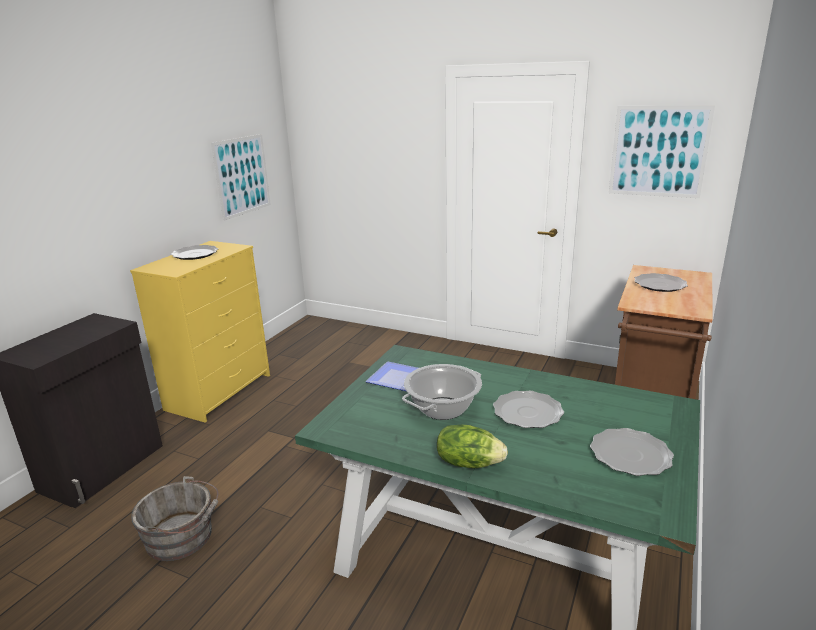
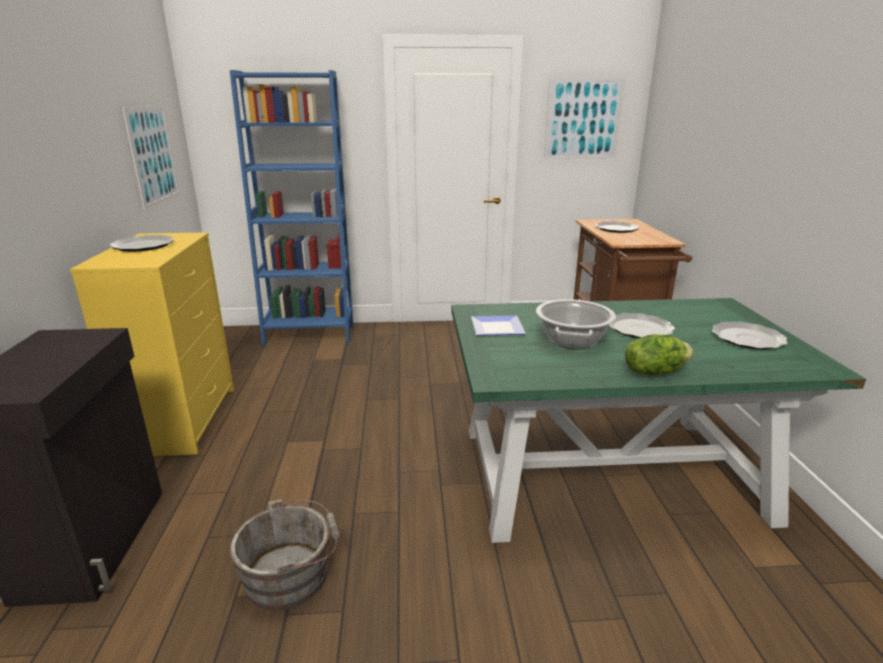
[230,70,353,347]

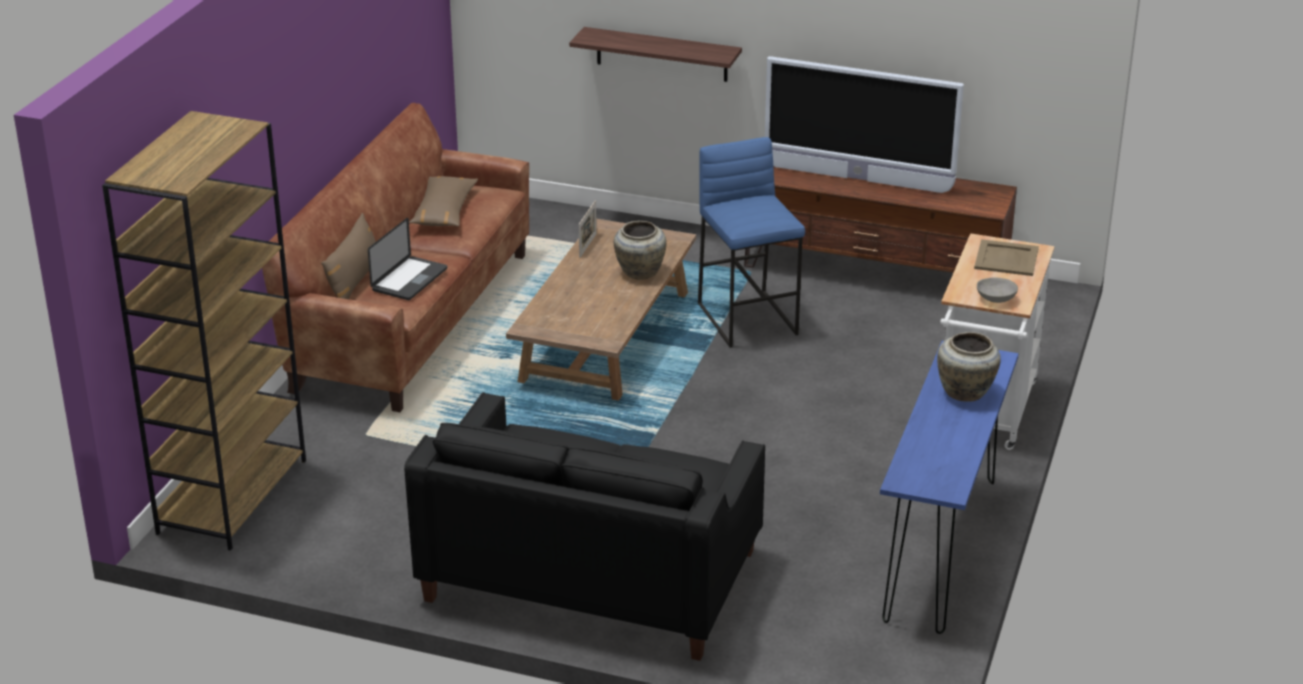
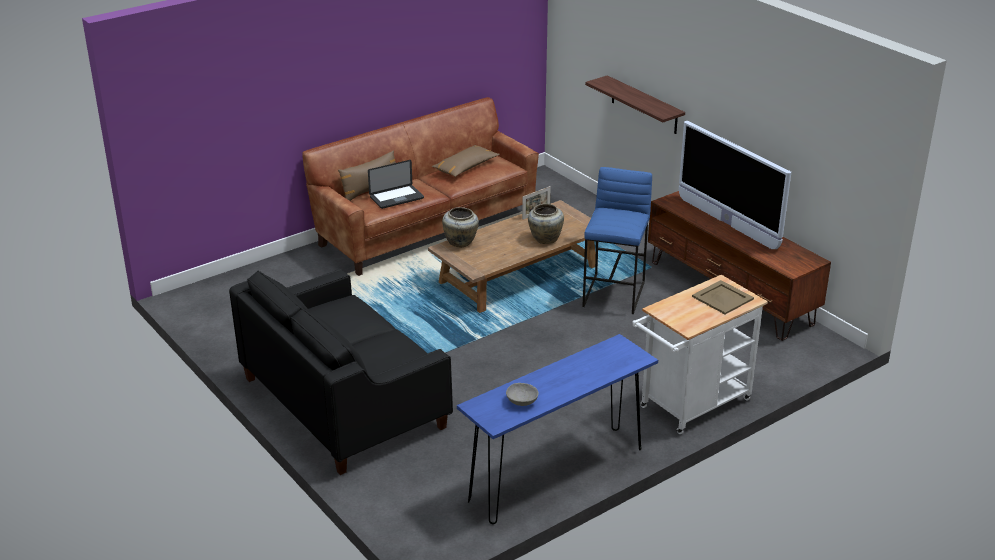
[102,111,306,551] (first image)
[442,207,479,247]
[506,383,539,406]

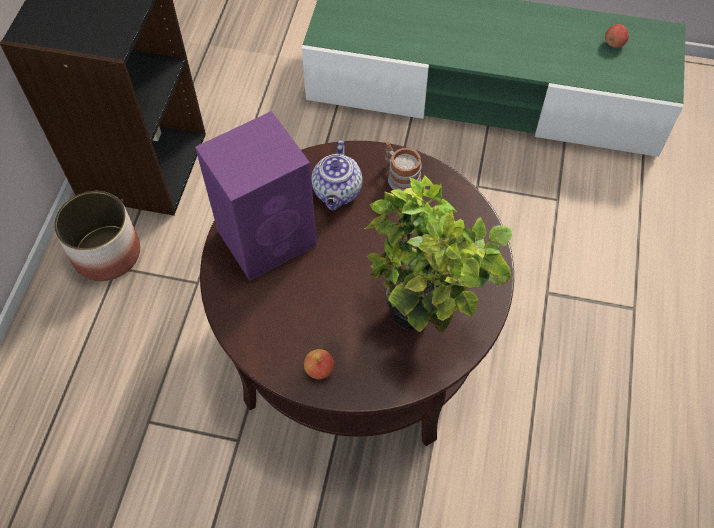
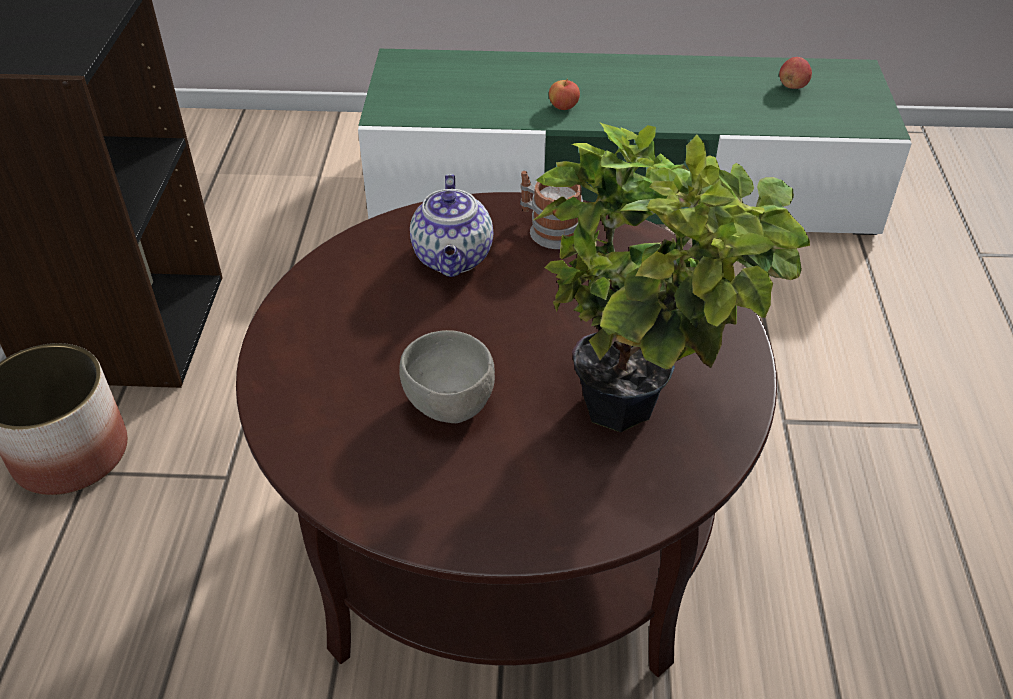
[195,111,317,281] (first image)
[549,79,580,110]
[399,330,495,423]

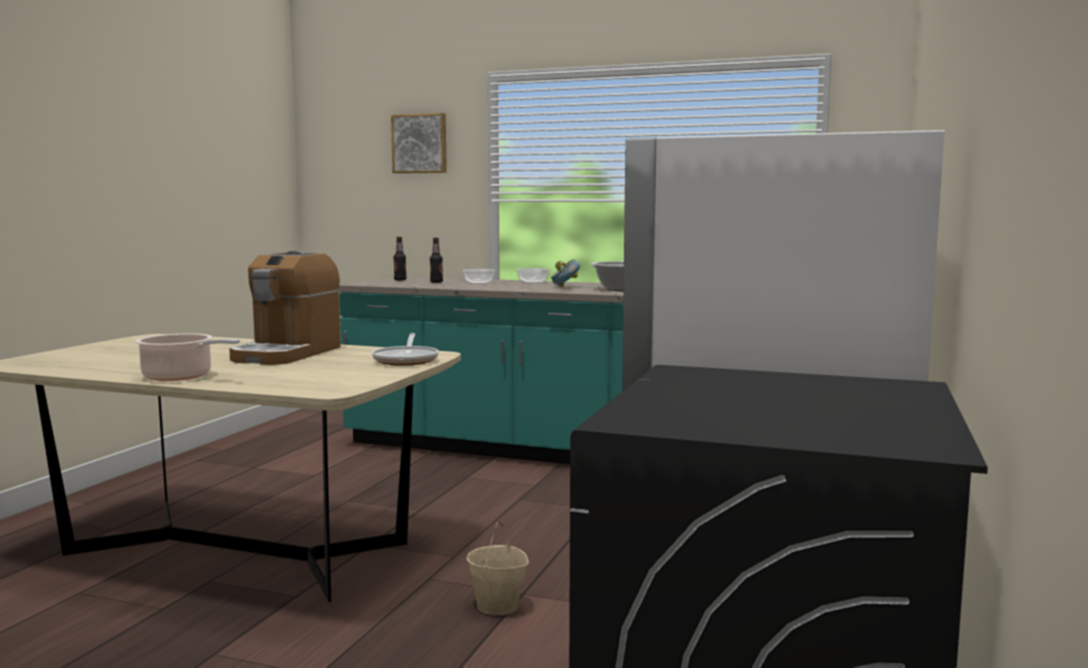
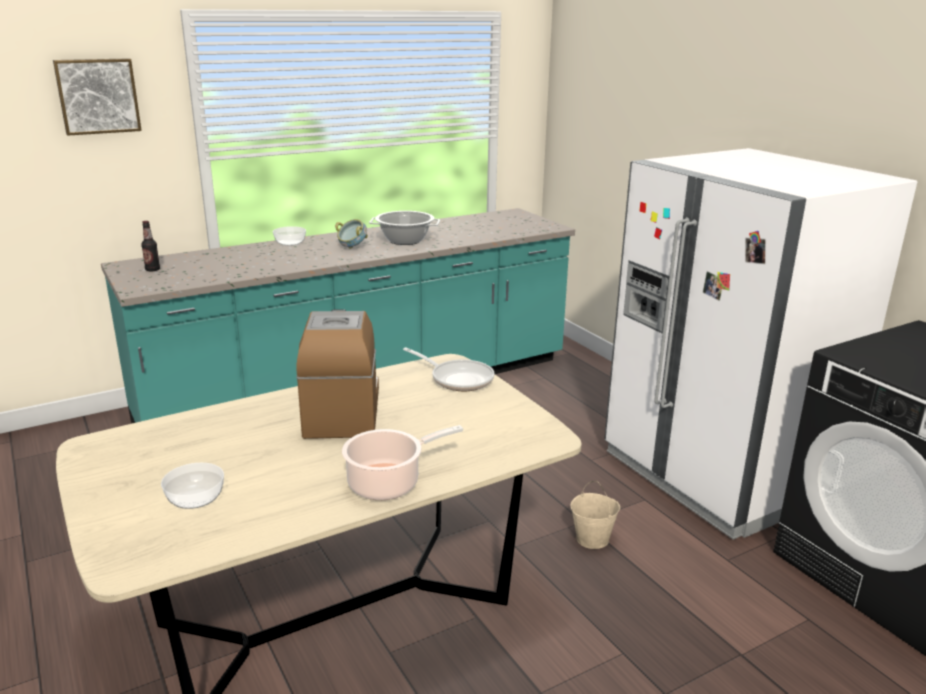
[296,309,379,439]
[430,238,443,283] (first image)
[161,463,224,509]

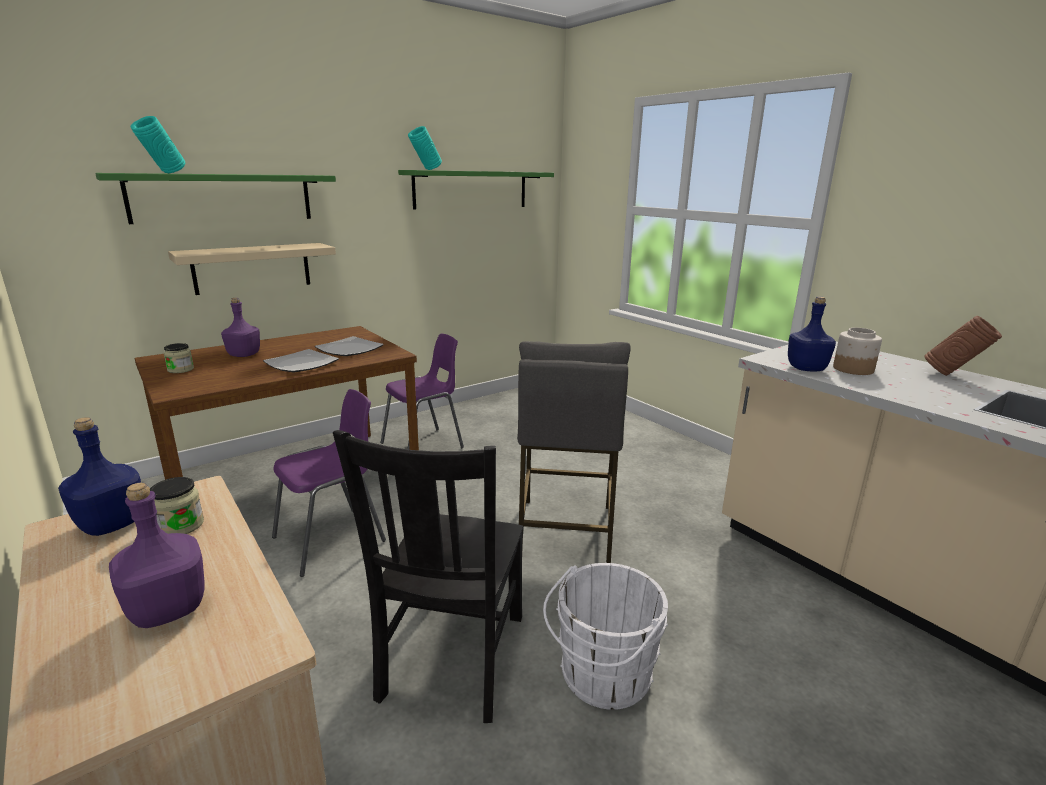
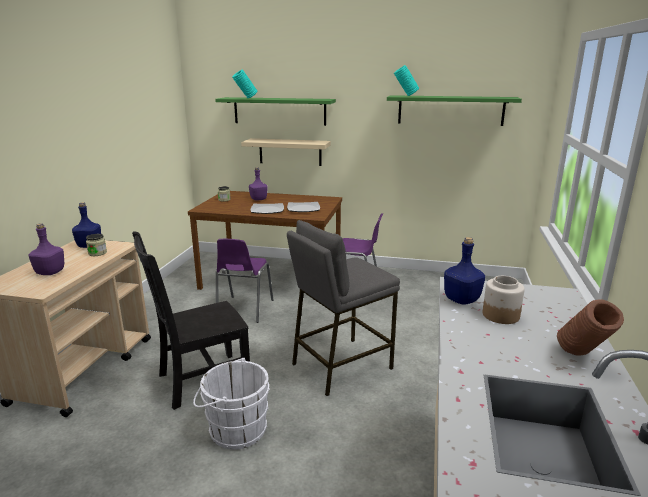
[216,239,273,323]

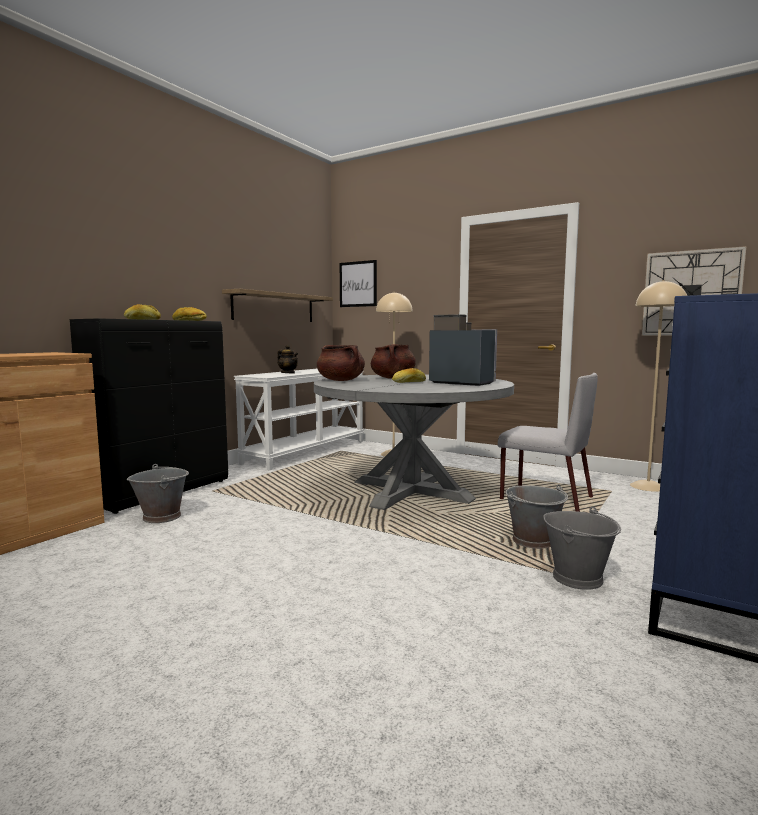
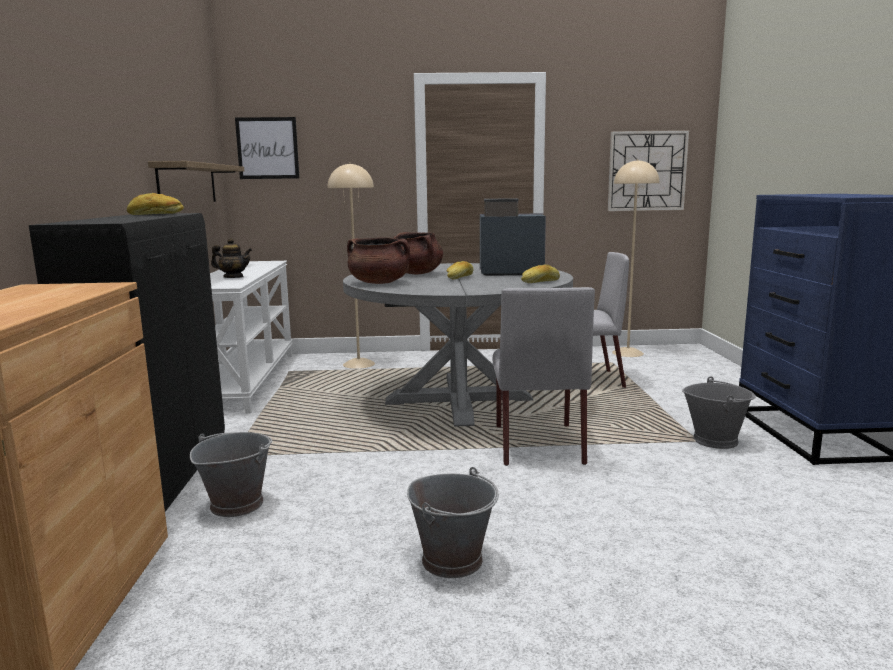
[521,264,560,283]
[407,467,499,578]
[492,287,595,466]

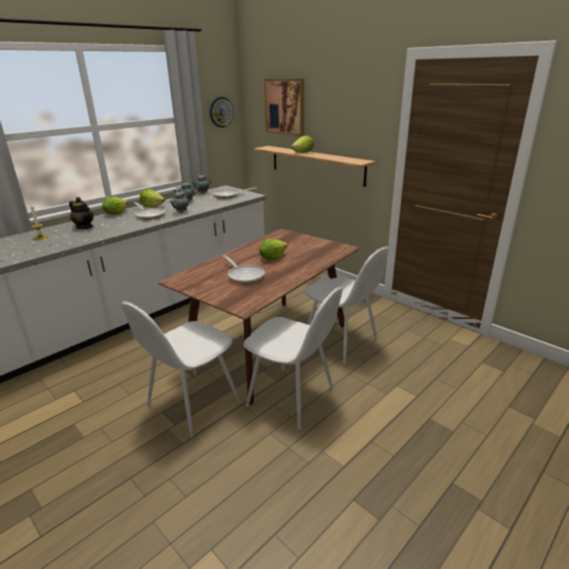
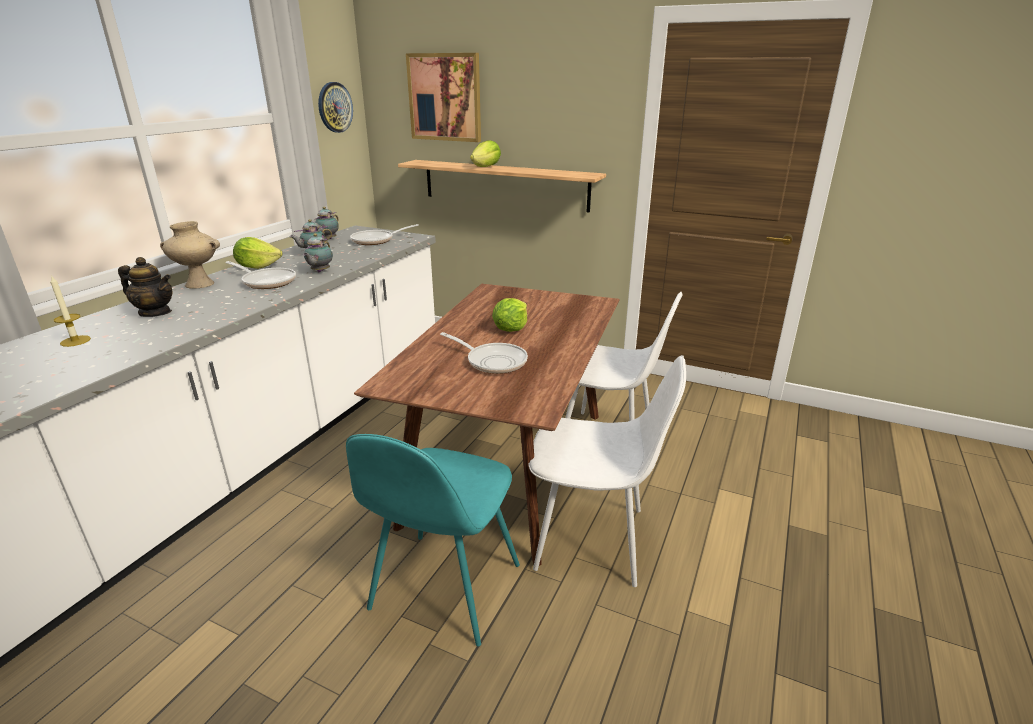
[160,221,220,289]
[346,434,520,647]

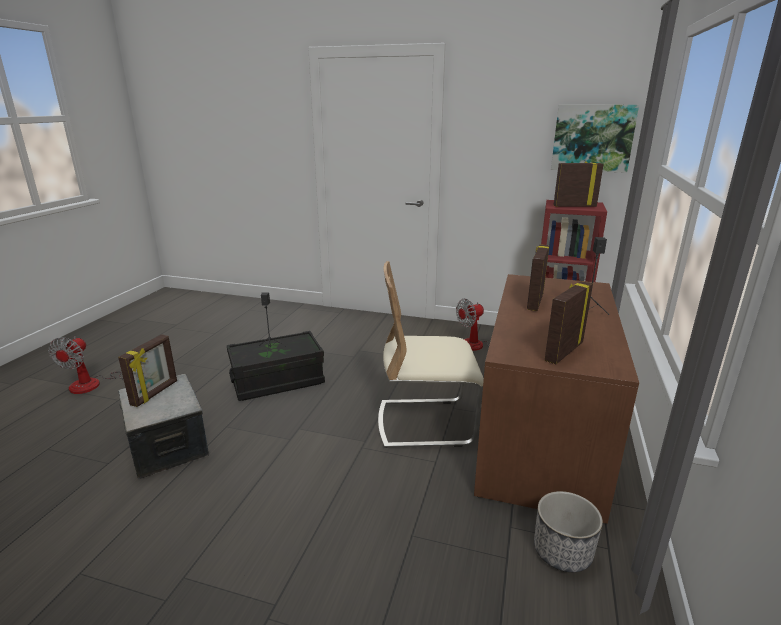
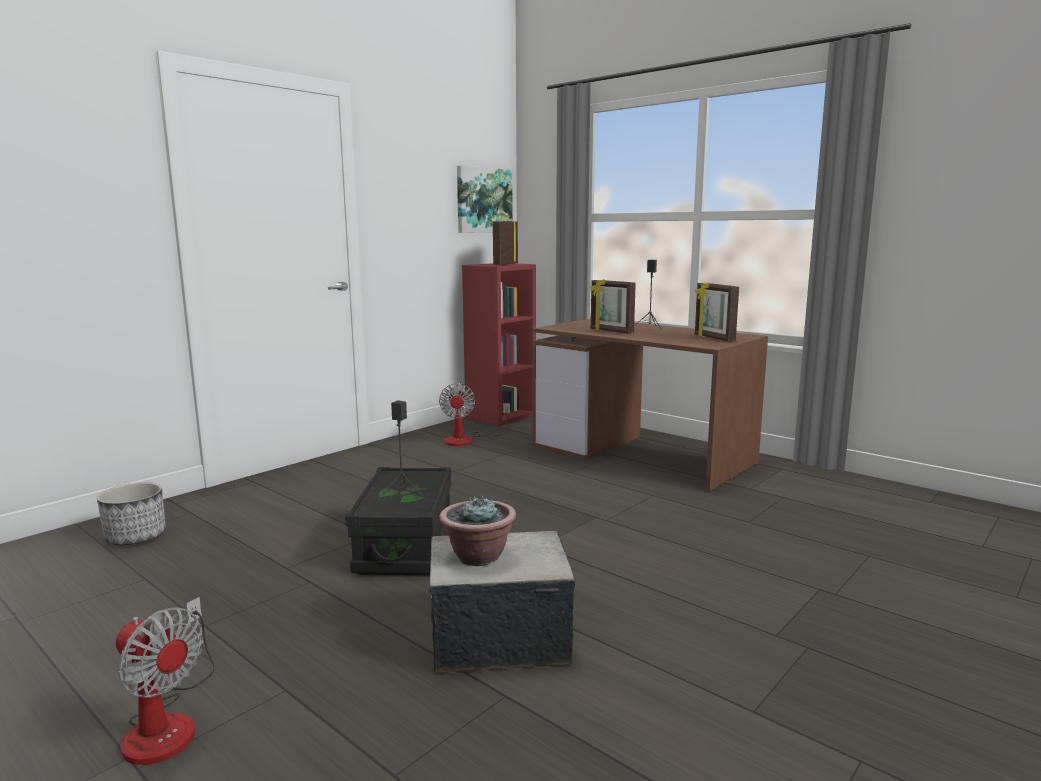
[439,495,516,566]
[378,261,484,448] (first image)
[97,482,166,545]

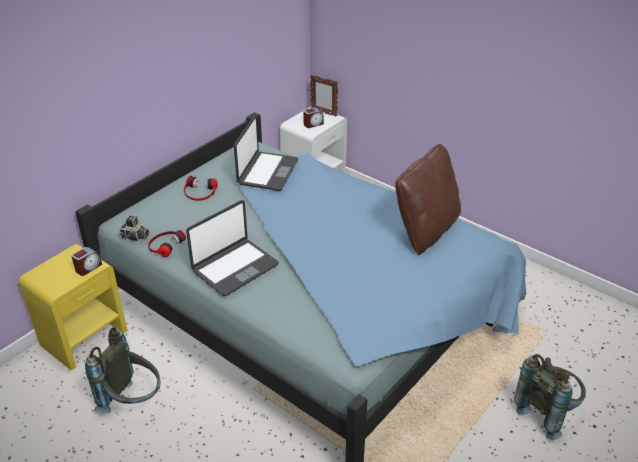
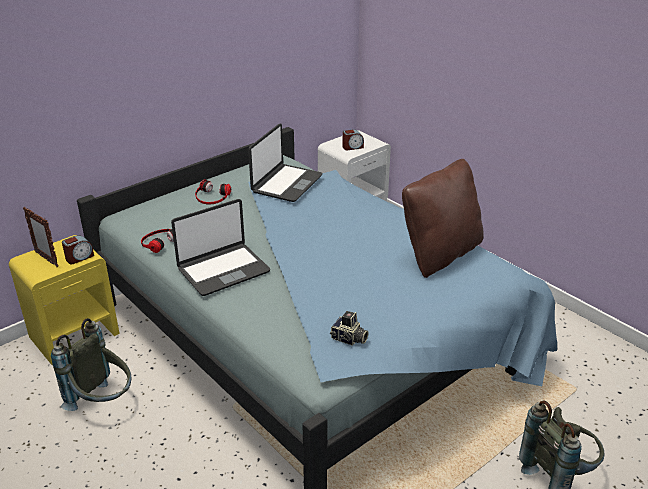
[330,311,368,346]
[23,207,59,267]

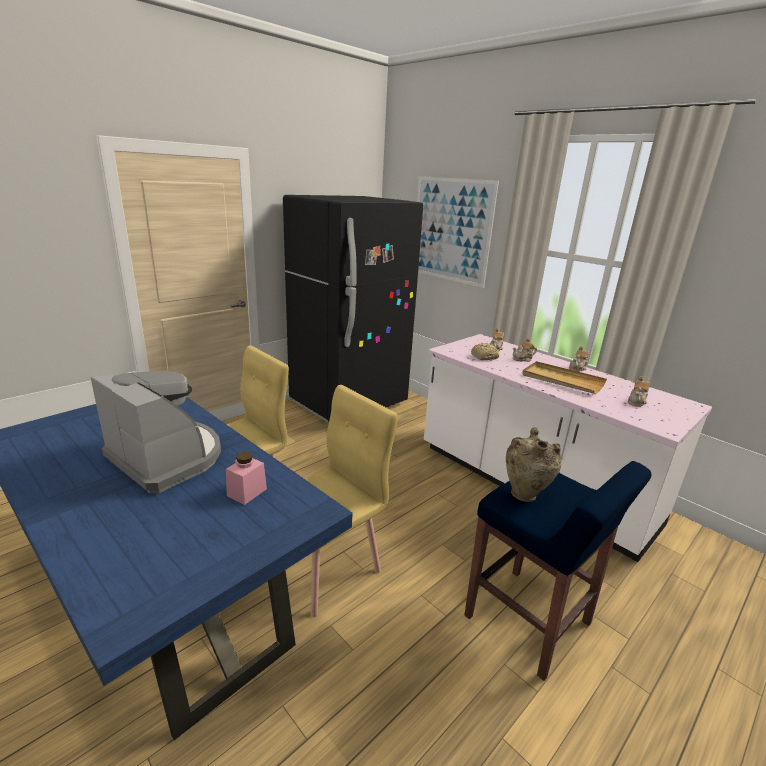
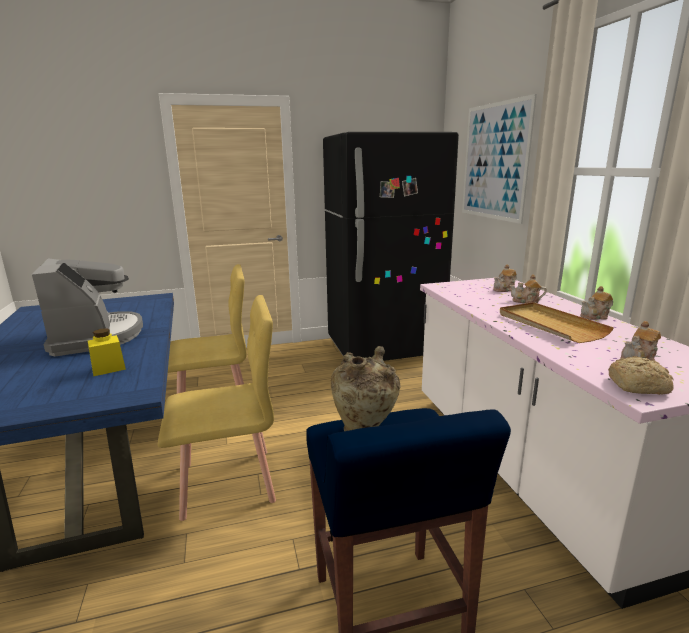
[88,328,126,376]
[608,356,674,395]

